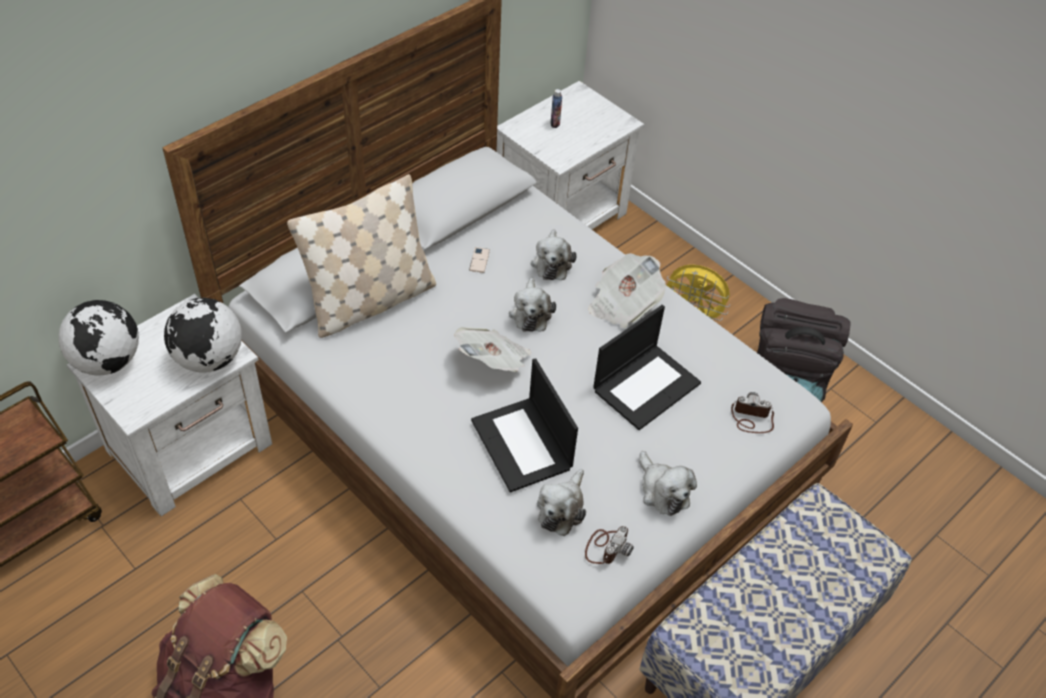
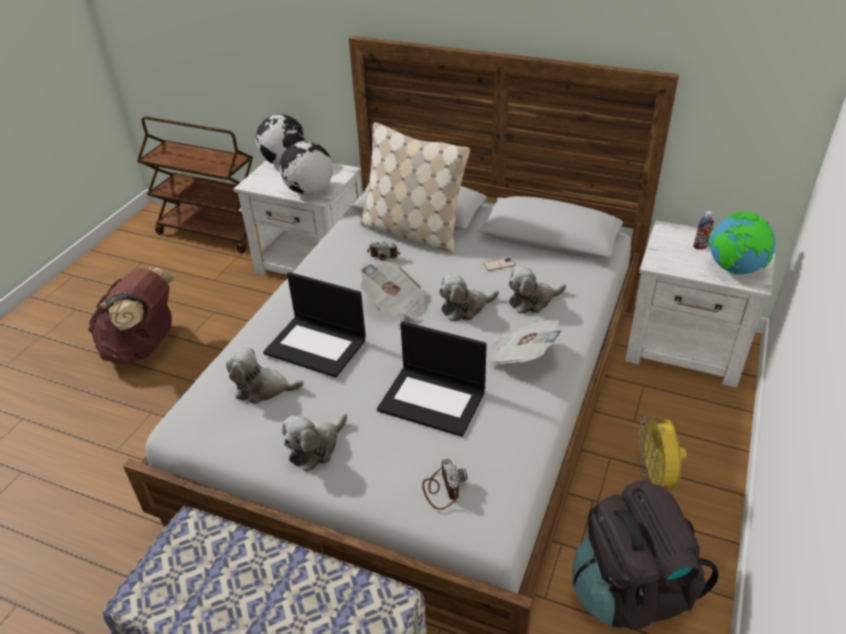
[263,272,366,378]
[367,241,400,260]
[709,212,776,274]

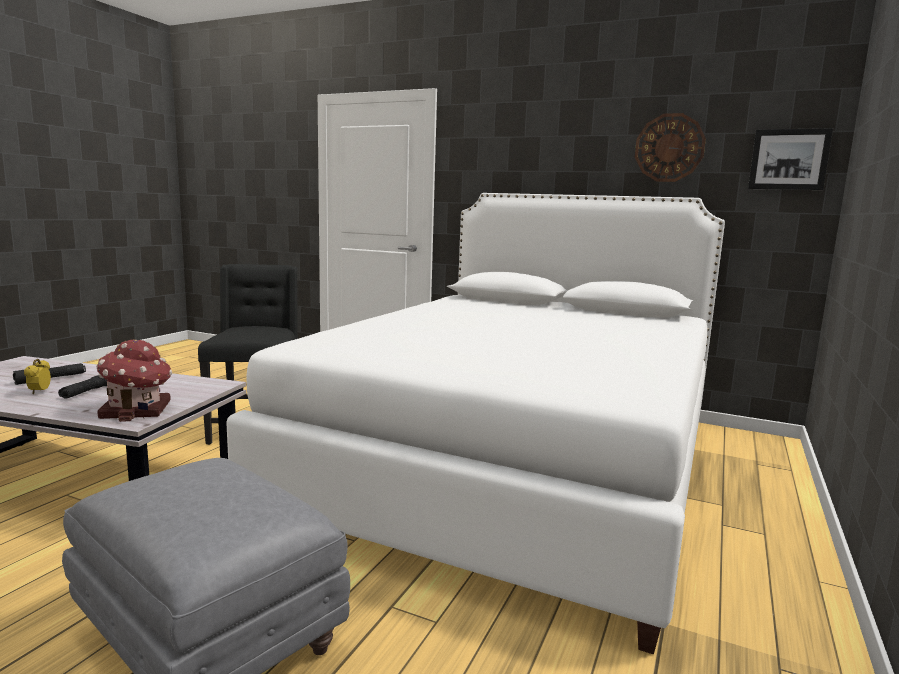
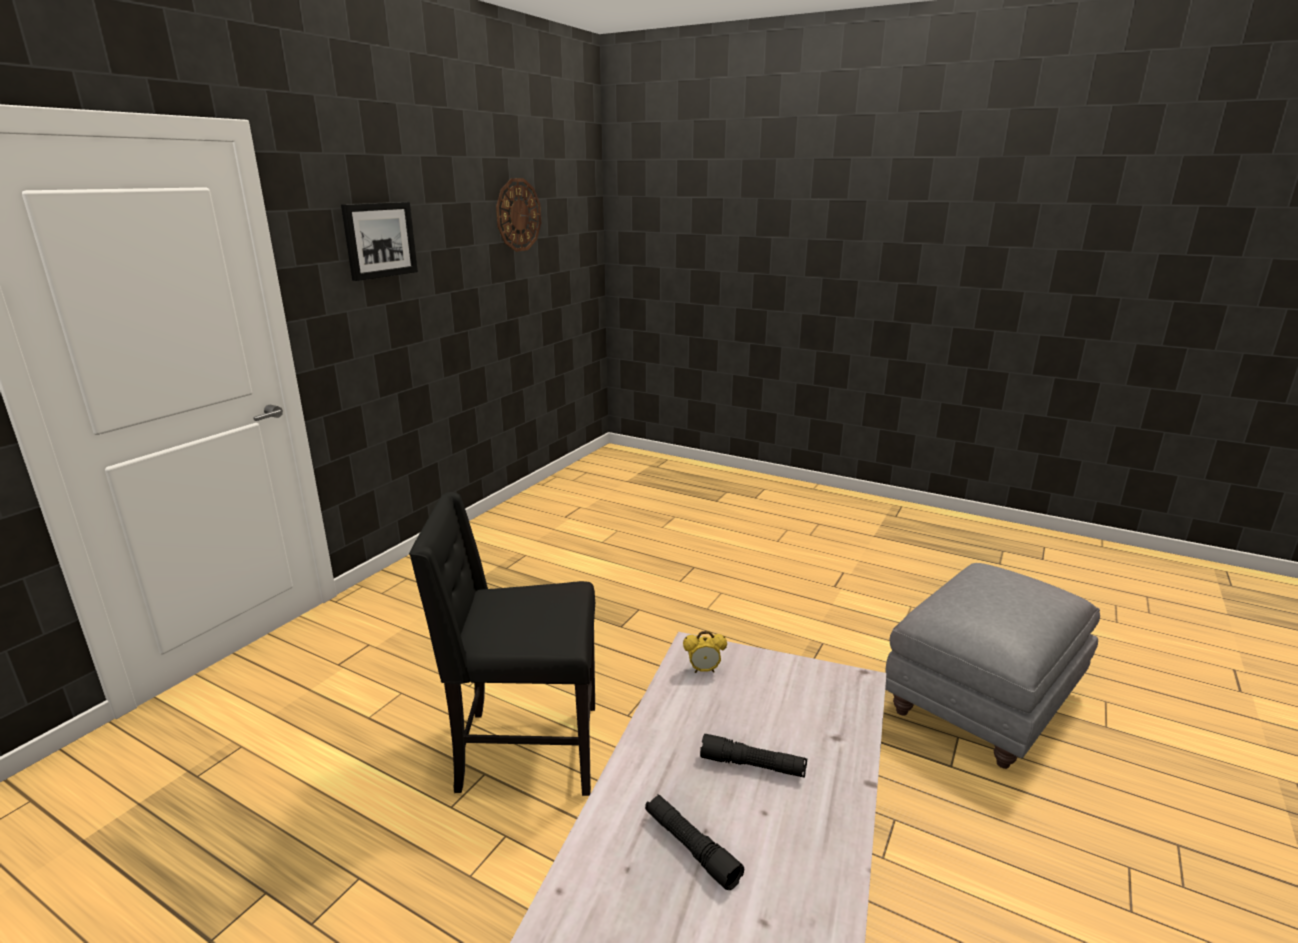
[683,631,727,673]
[96,340,172,422] (first image)
[226,193,725,655] (first image)
[341,202,418,281]

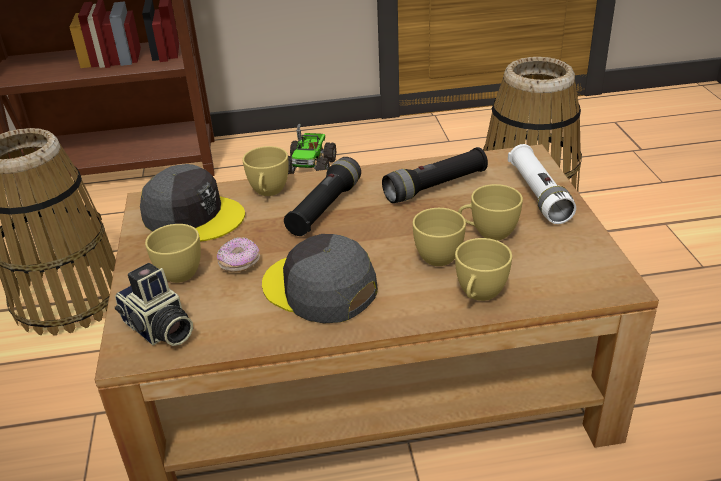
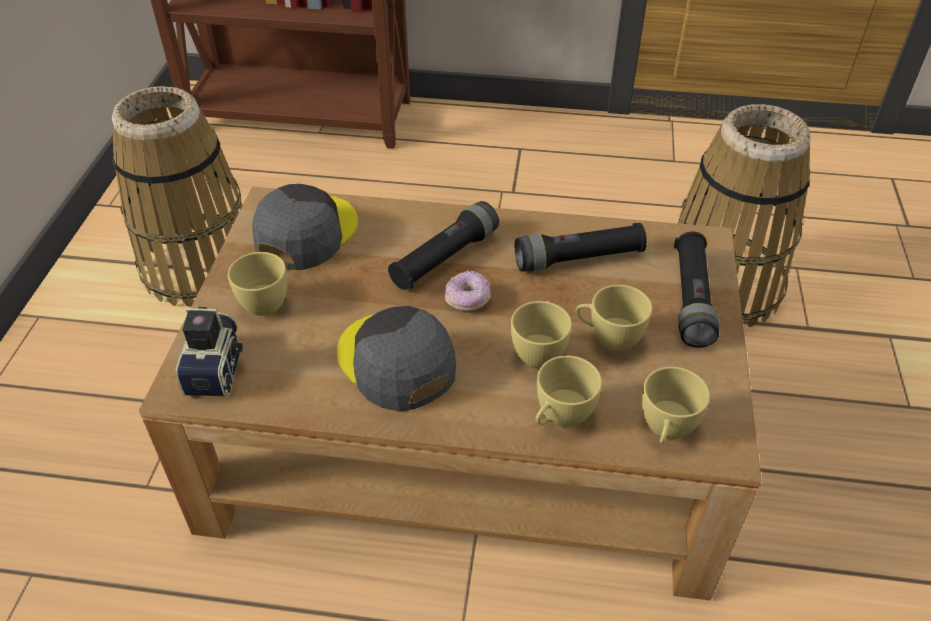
[176,307,243,397]
[252,184,358,270]
[445,270,491,311]
[642,367,710,444]
[288,124,336,174] (first image)
[674,232,720,348]

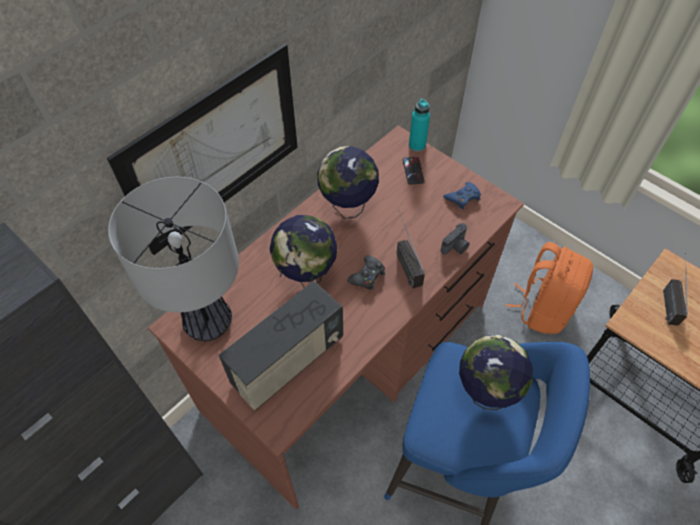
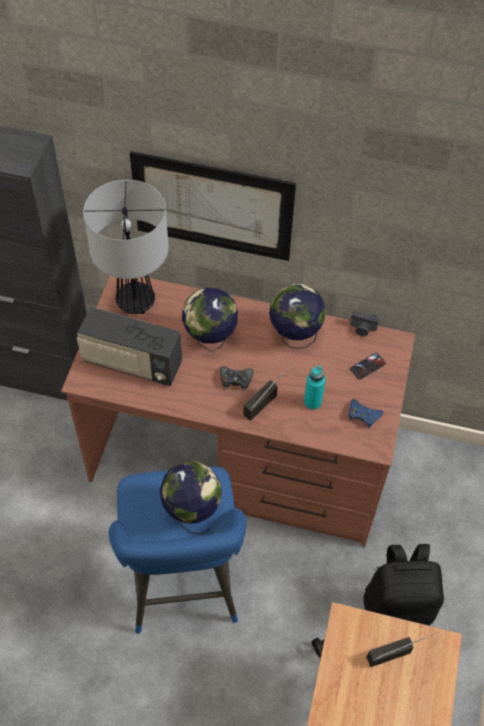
[304,366,326,410]
[350,311,380,336]
[363,544,444,626]

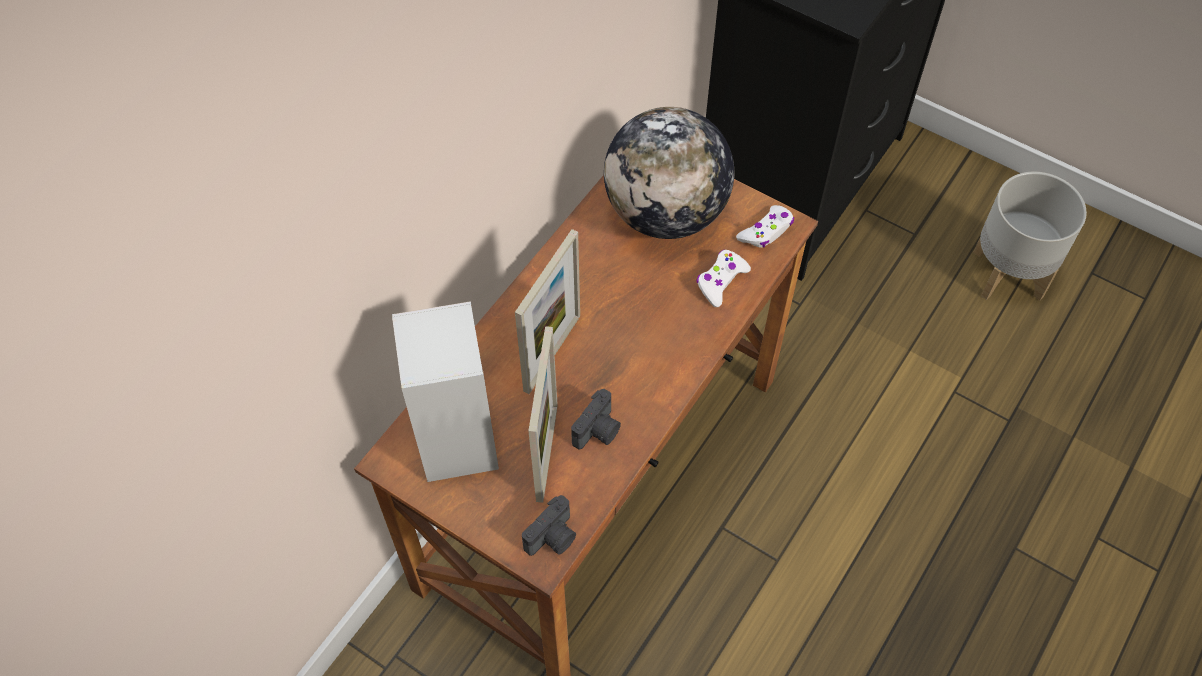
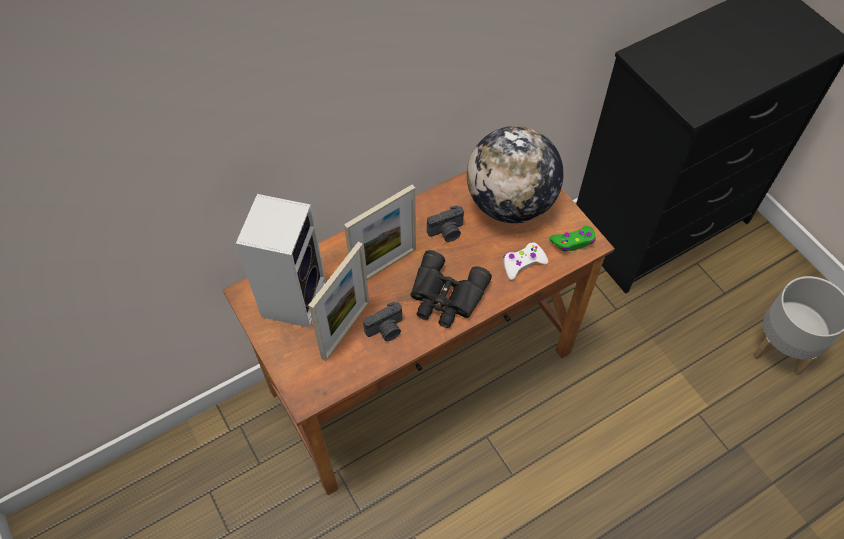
[427,205,464,242]
[549,226,596,252]
[410,250,492,328]

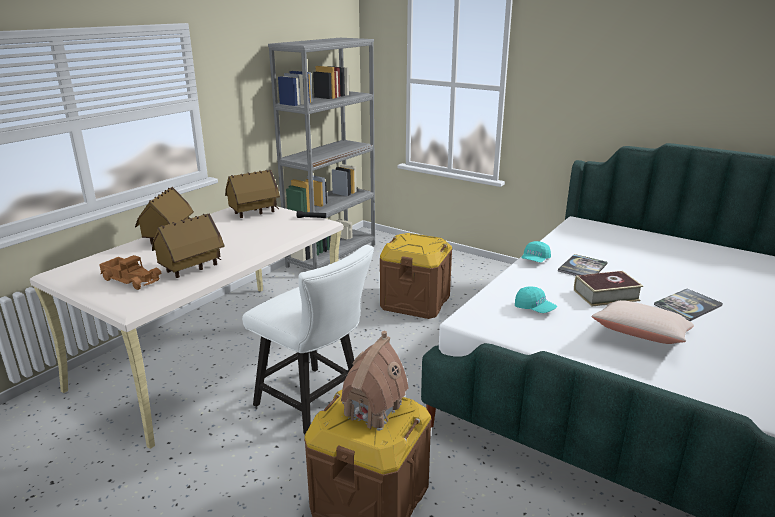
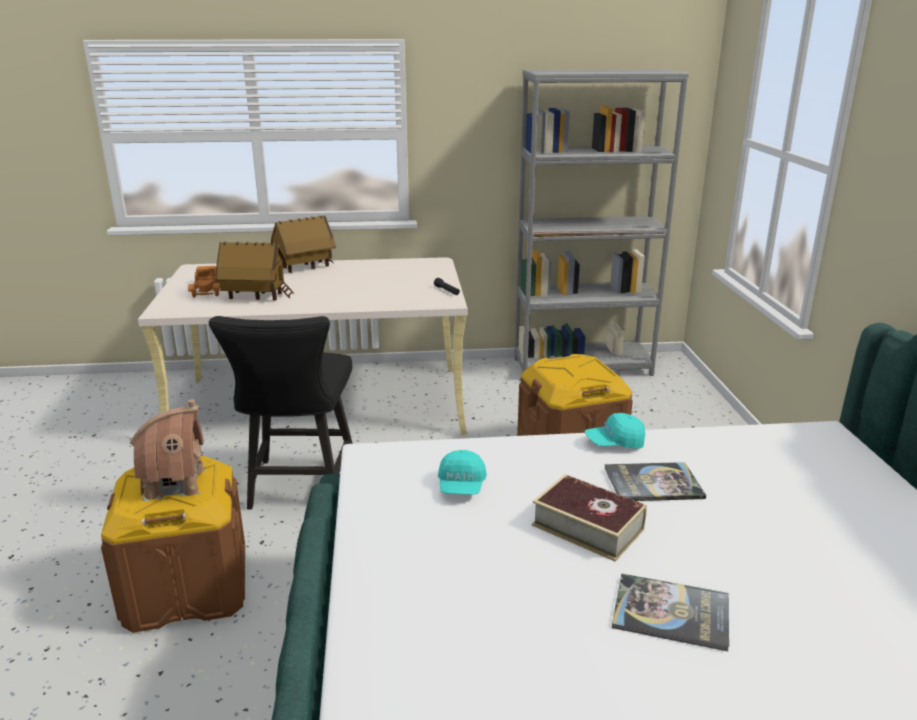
[225,170,280,218] (first image)
[209,316,353,510]
[591,300,694,344] (first image)

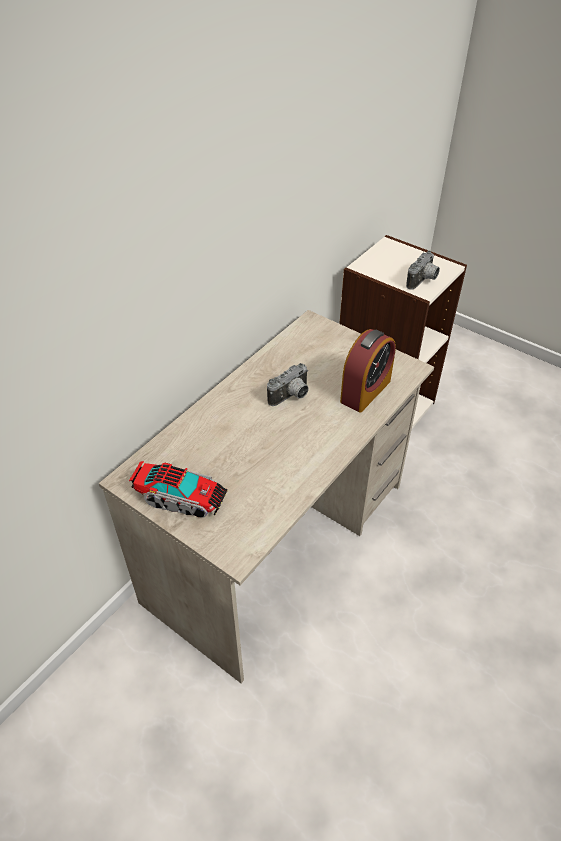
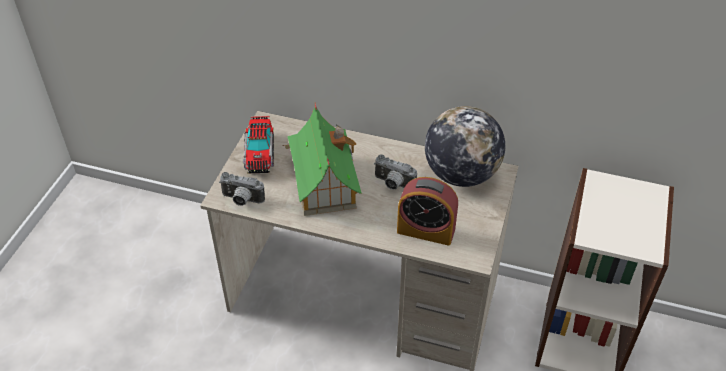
[219,172,265,206]
[282,103,362,216]
[425,106,505,187]

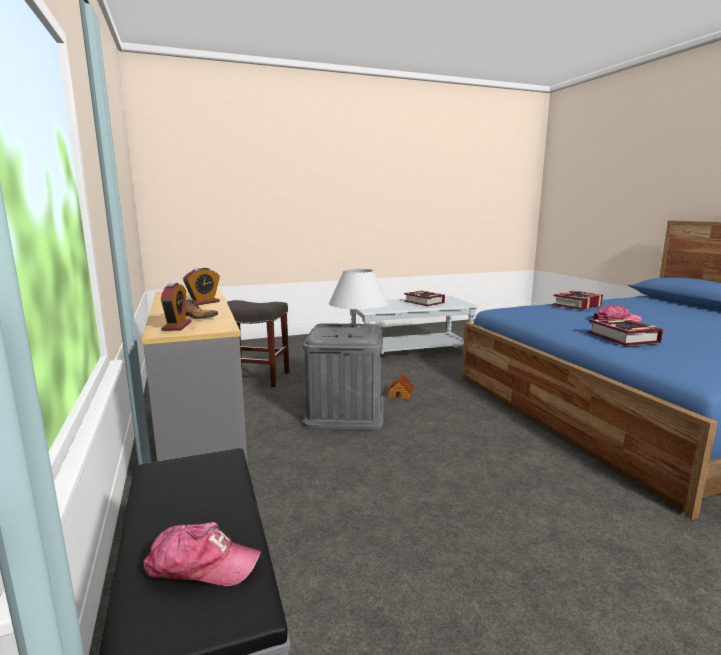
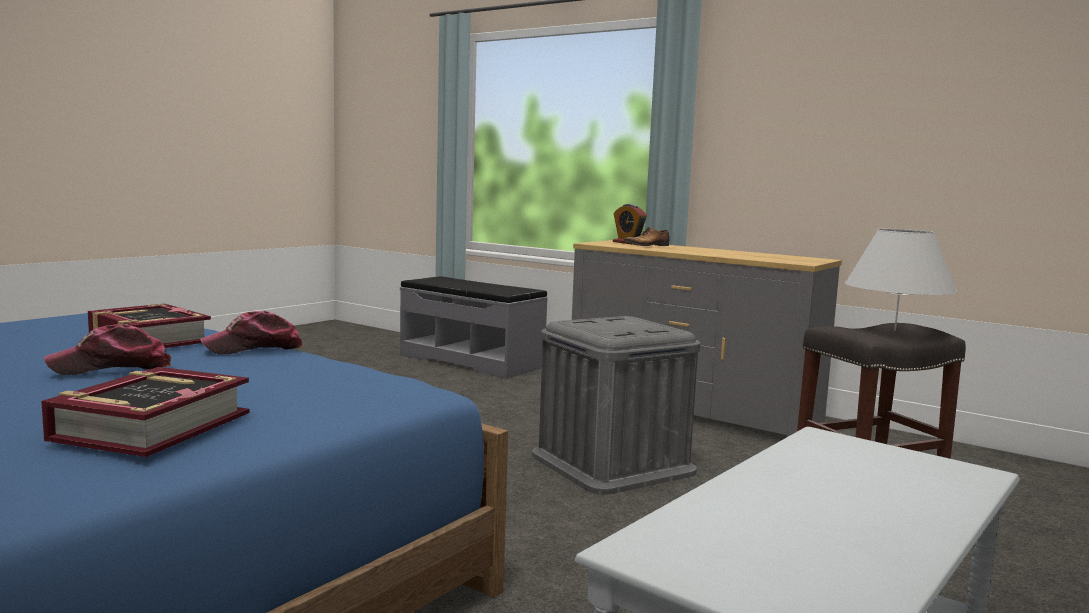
[200,311,303,355]
[183,267,220,305] (first image)
[845,229,958,330]
[386,374,415,400] (first image)
[404,291,445,306] (first image)

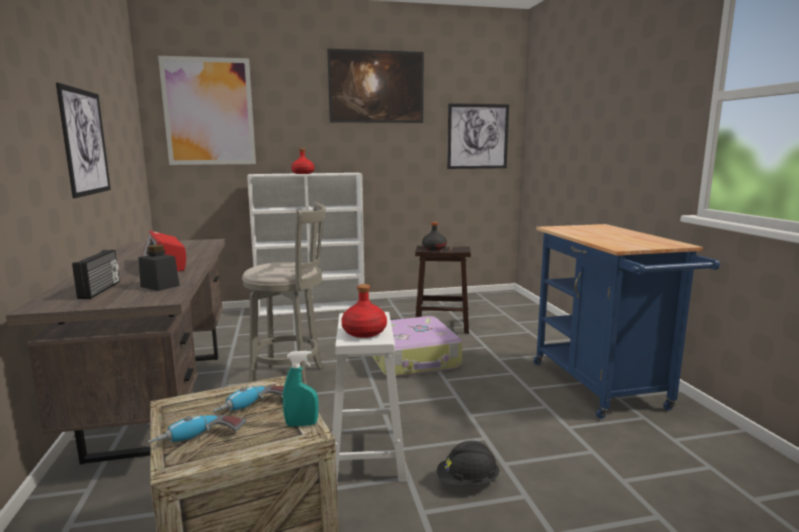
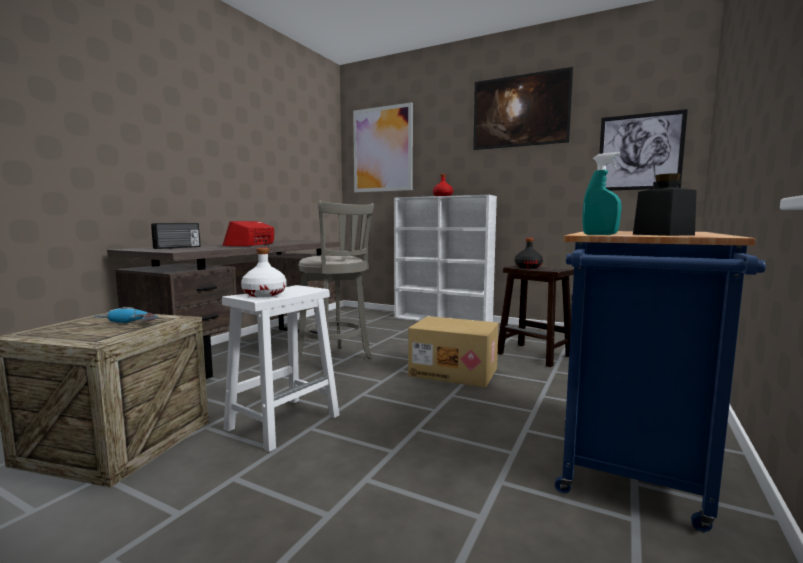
[56,83,111,198] (first image)
[633,174,697,236]
[148,414,246,443] (first image)
[582,152,622,235]
[241,248,287,297]
[408,316,499,388]
[437,441,500,486] (first image)

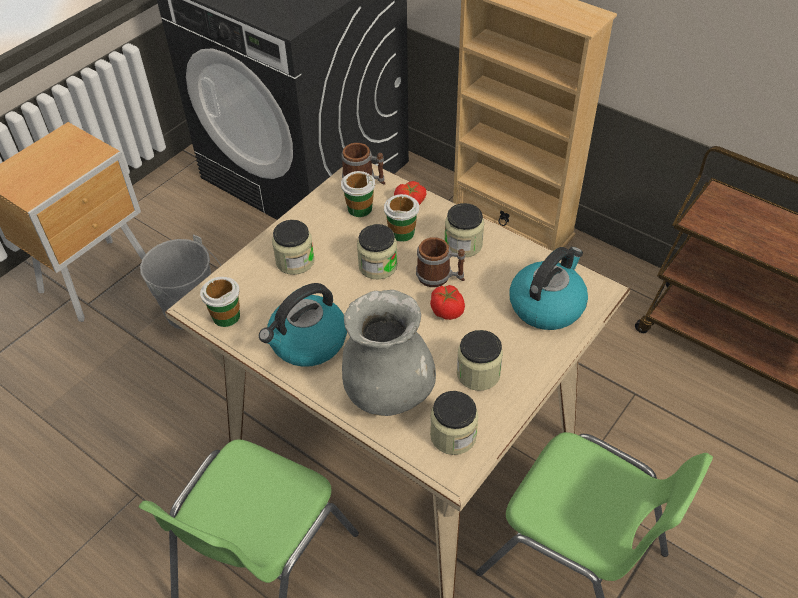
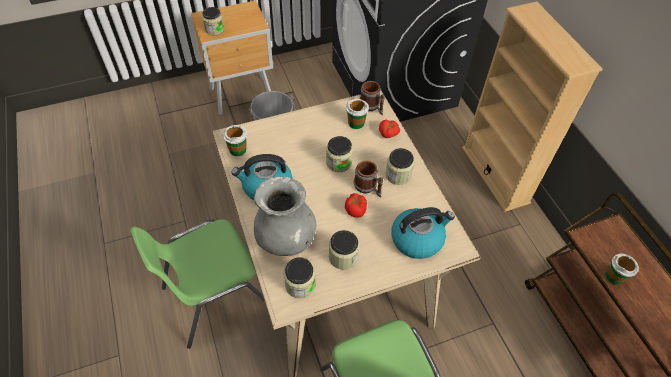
[202,7,224,35]
[605,254,639,285]

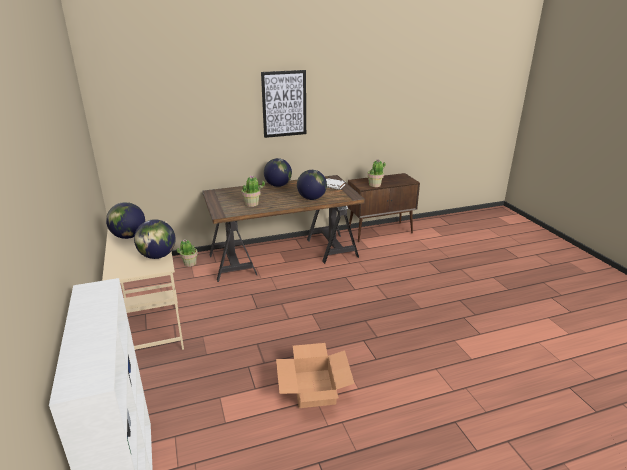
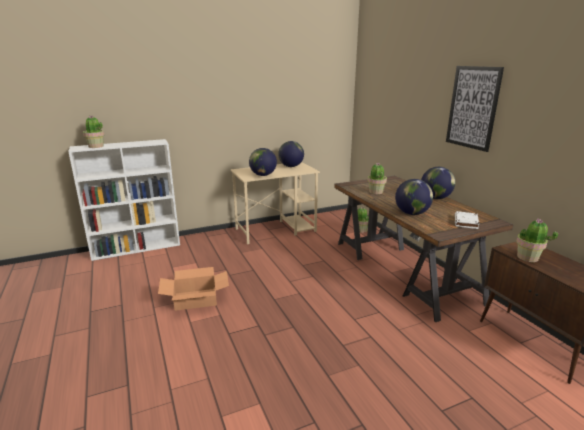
[83,116,104,148]

